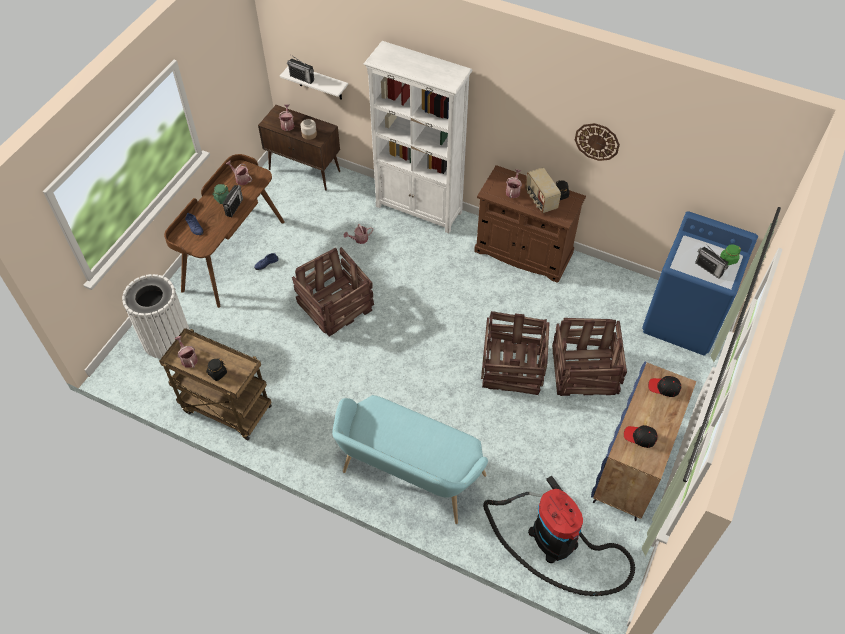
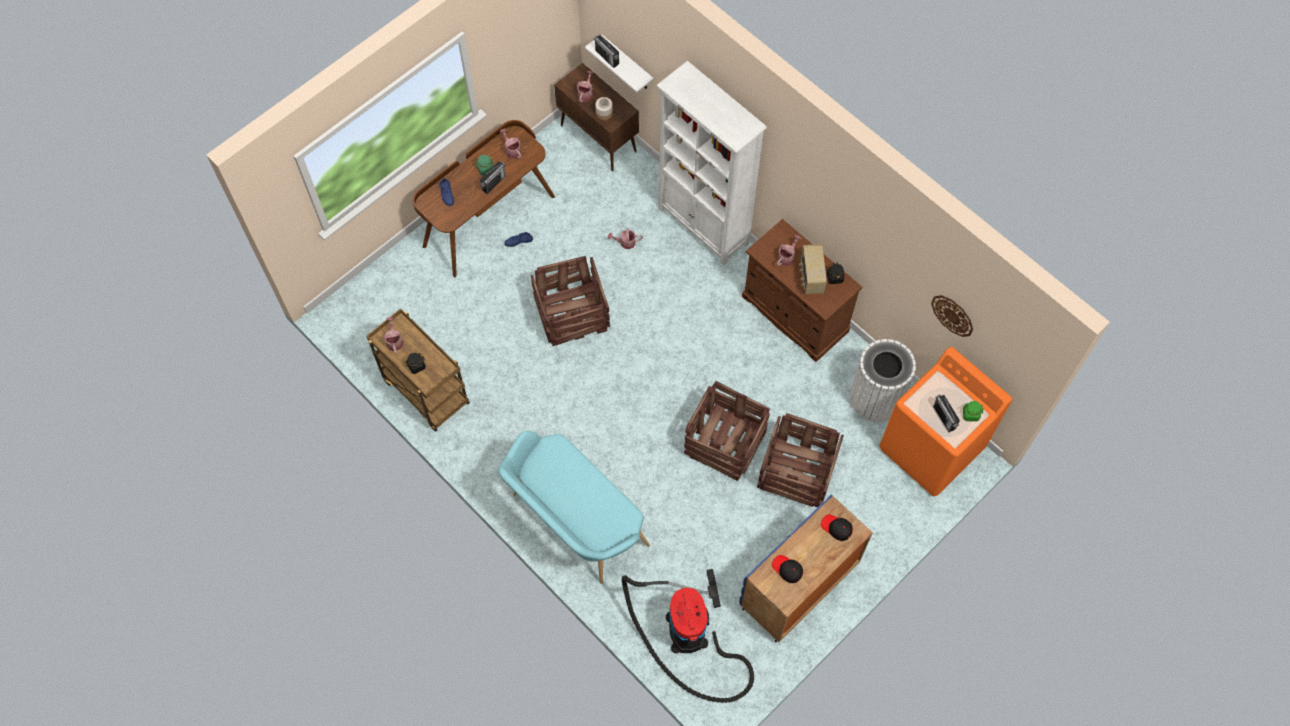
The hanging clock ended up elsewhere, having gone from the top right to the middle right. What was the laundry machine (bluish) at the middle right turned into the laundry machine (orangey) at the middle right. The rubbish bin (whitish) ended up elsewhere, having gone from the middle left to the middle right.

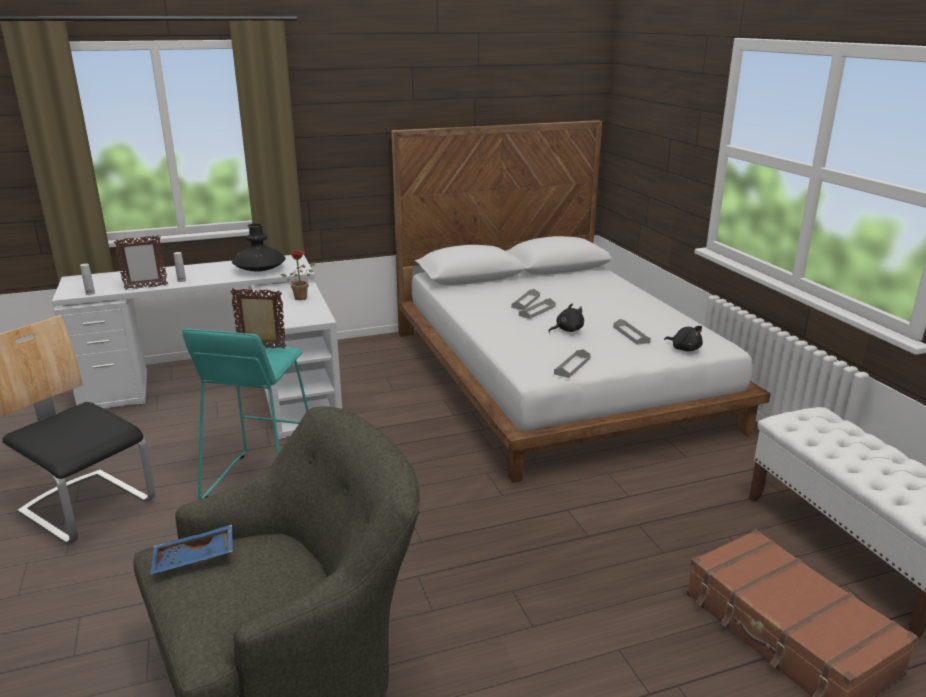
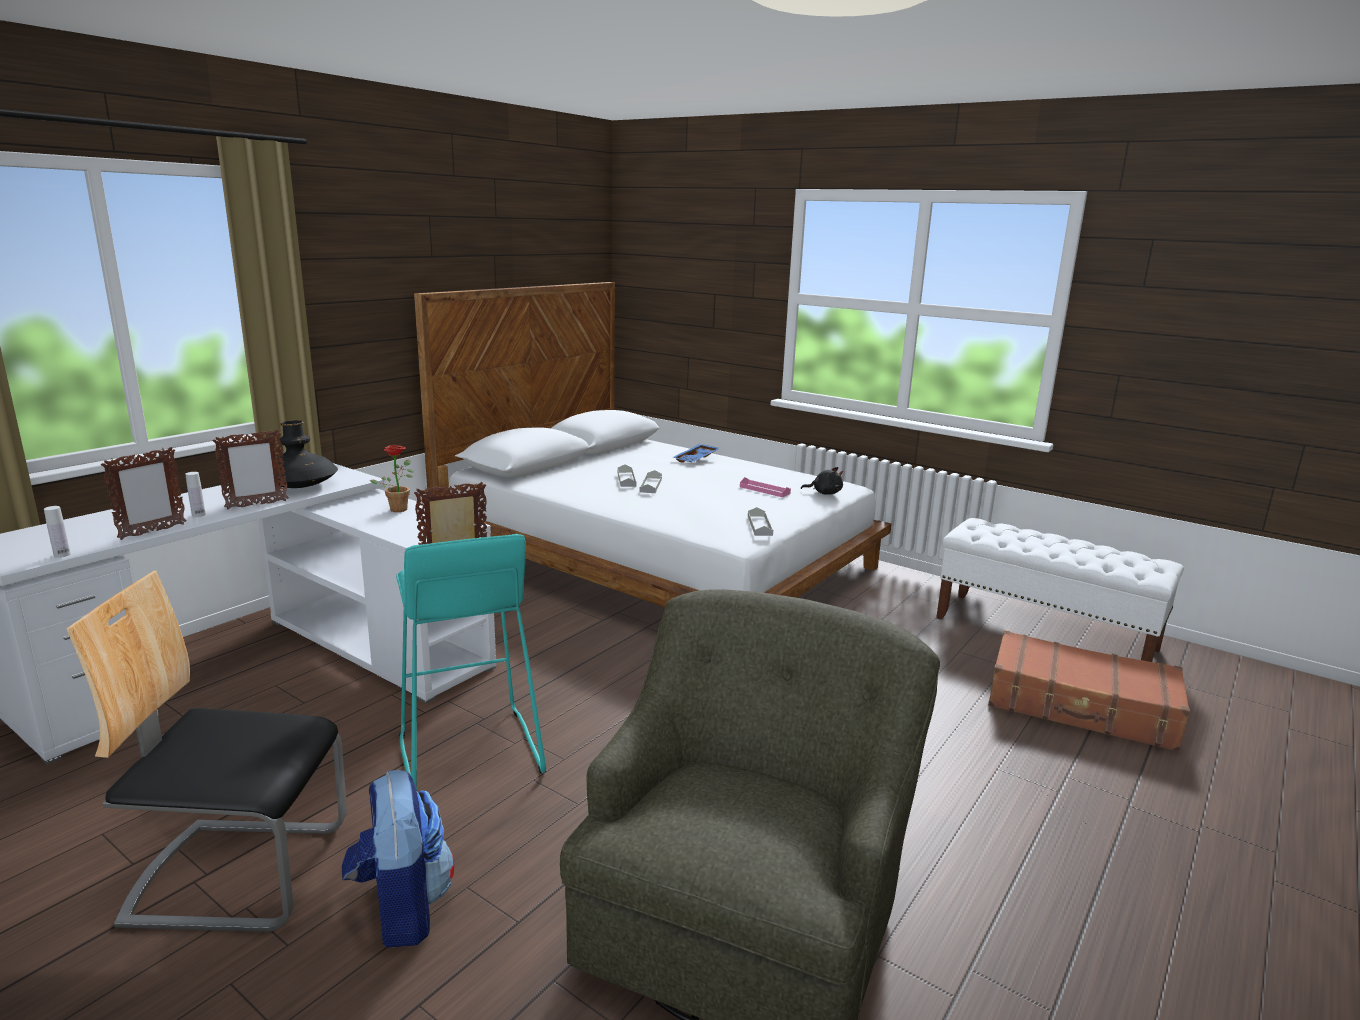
The second view lost the soft toy (blackish) (no. 1 from left) at the centre. What was the carrying tray (grey) (no. 4 from left) at the middle right turned into the carrying tray (pink-coloured) at the centre. The carrying tray (bluish) ended up elsewhere, having gone from the bottom left to the centre. The second view gained the photo frame (no. 2 from left) at the middle left. The second view gained the backpack at the bottom left.

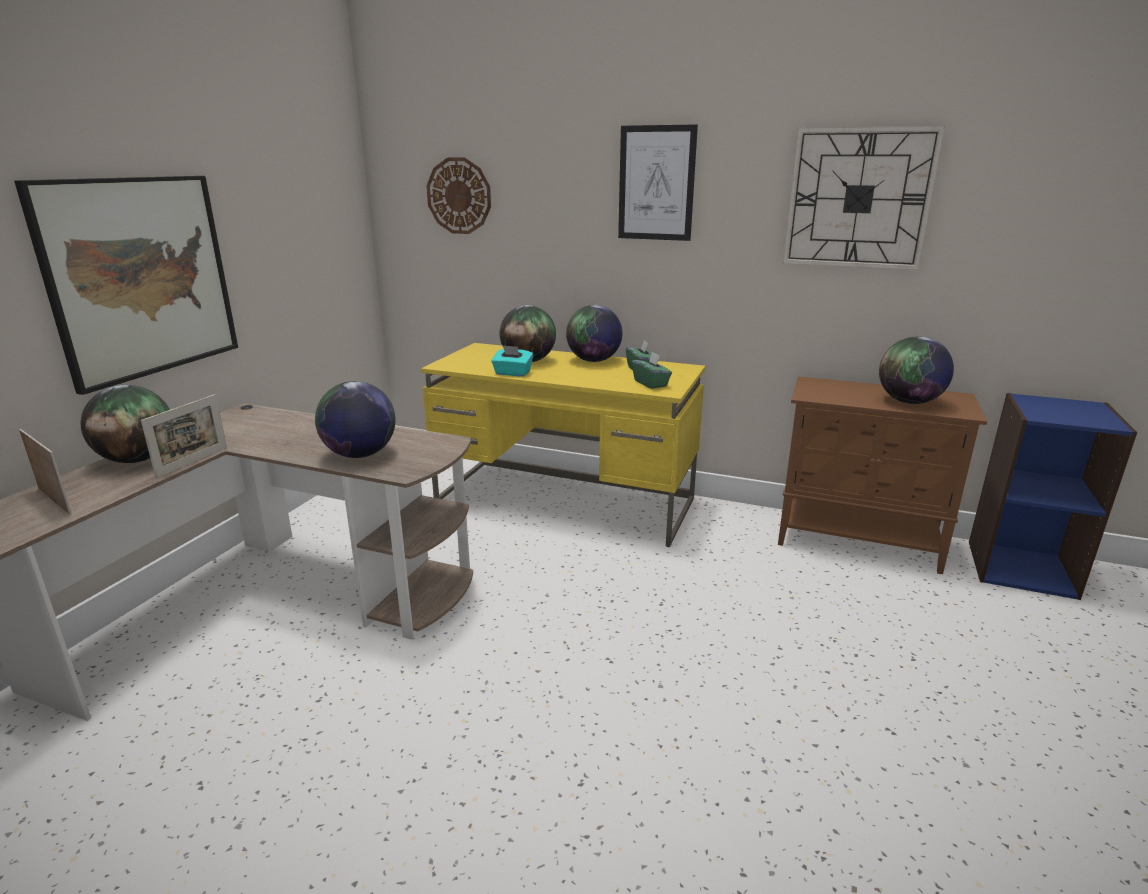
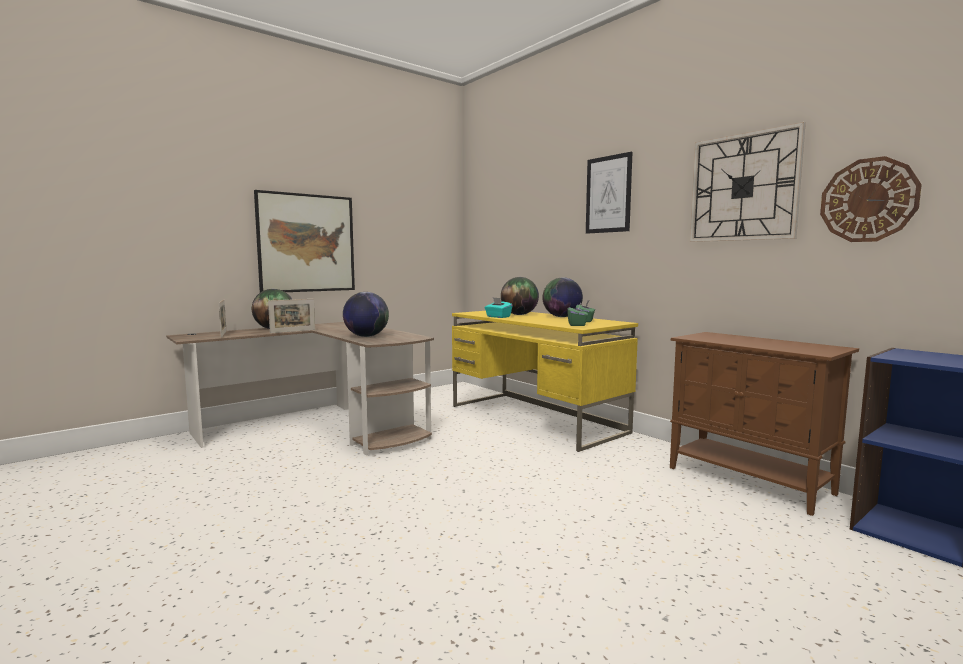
The hanging clock (no. 1 from left in the first image) ended up elsewhere, having gone from the top centre to the top right. The second view lost the world globe (no. 5 from left) at the middle right.

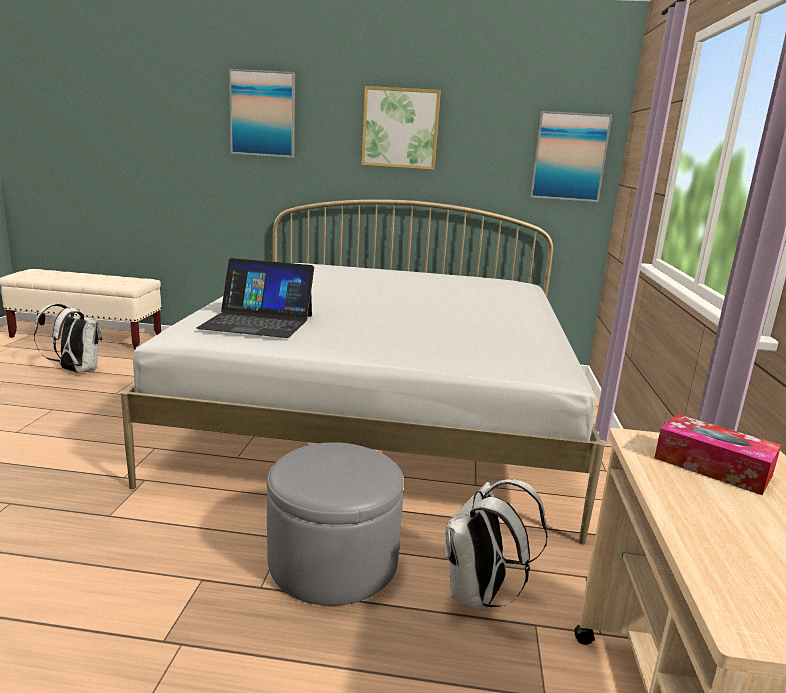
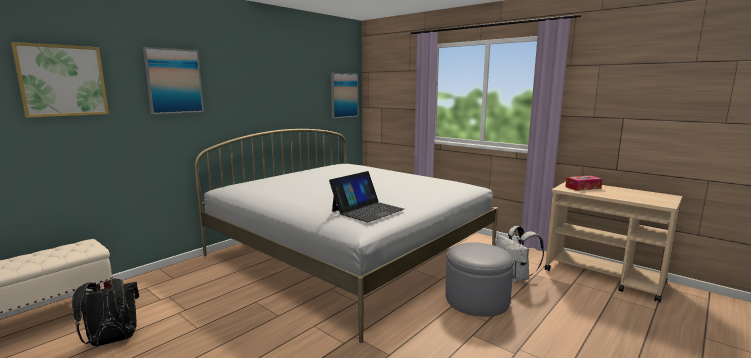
The picture (no. 2 from left in the first image) ended up elsewhere, having gone from the top centre to the top left. What was the backpack (whitish) (no. 1 from left) at the middle left turned into the backpack (blackish) at the bottom left.

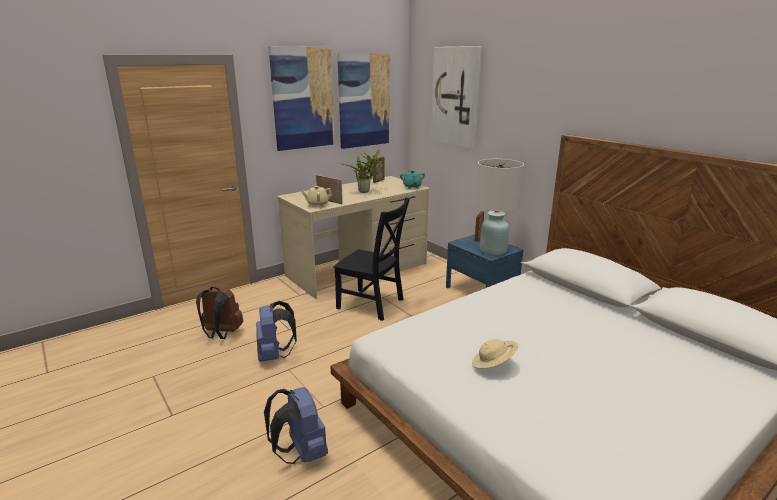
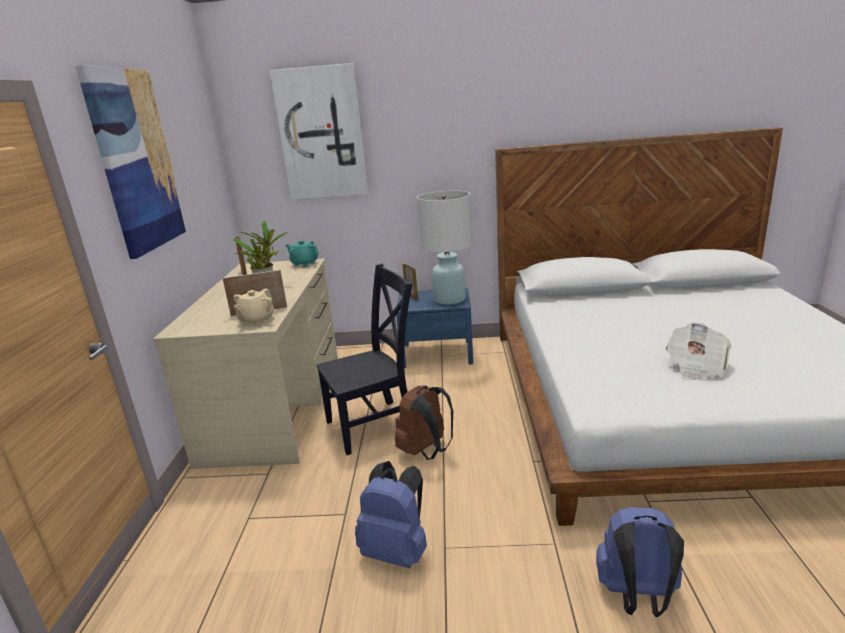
The second view lost the picture (no. 2 from left) at the top centre. The backpack (brown-coloured) ended up elsewhere, having gone from the middle left to the bottom centre. Where the wearable hat (sand-coloured) stood at the bottom centre, the daily paper came to stand at the middle right.

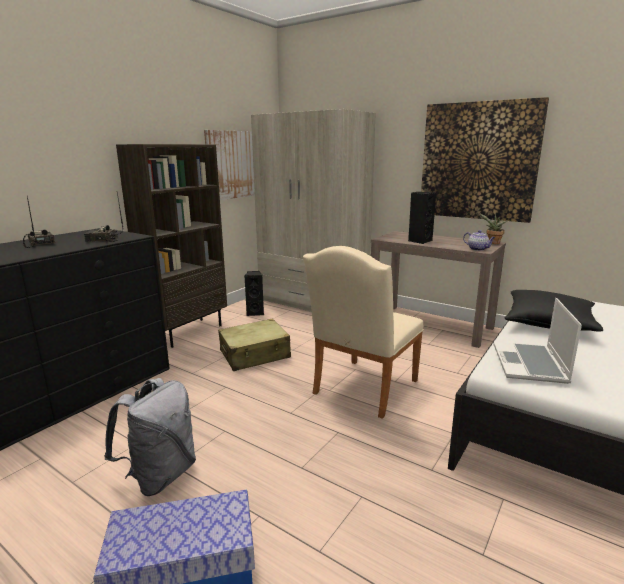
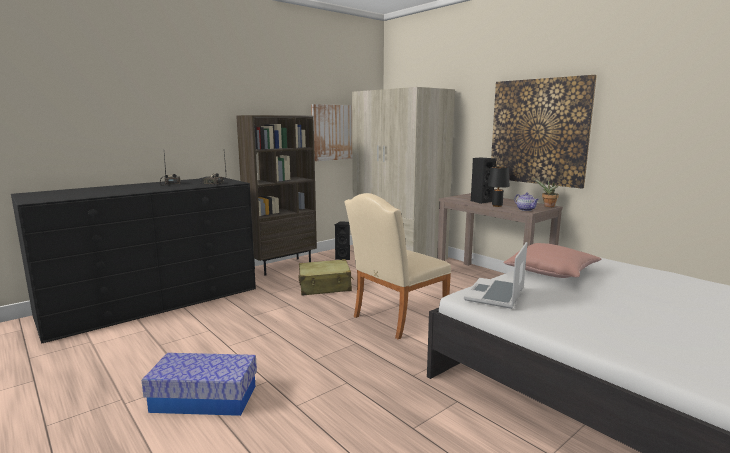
What was the throw pillow (blackish) at the middle right turned into the throw pillow (pink-coloured) at the middle right. The second view lost the backpack (grey) at the bottom left. The second view gained the tabletop lamp (blackish) at the middle right.

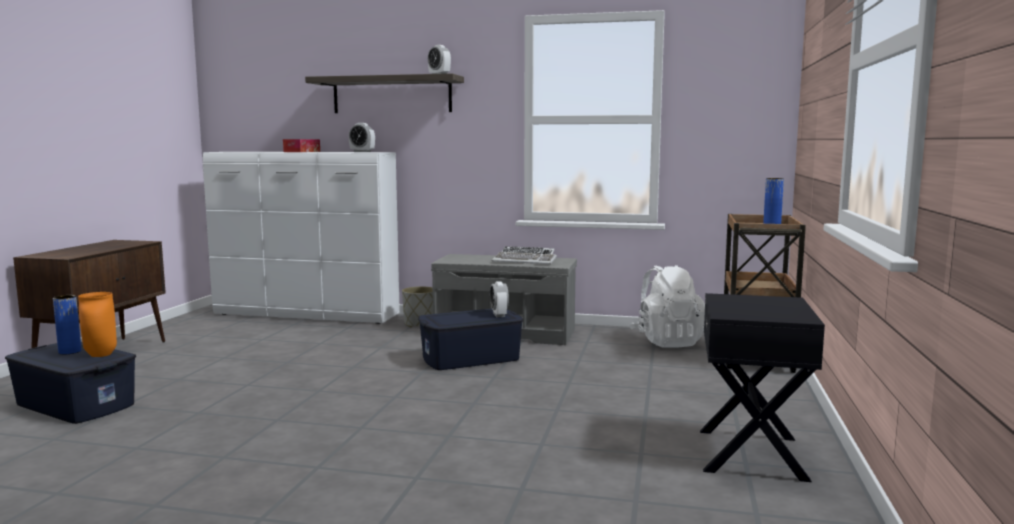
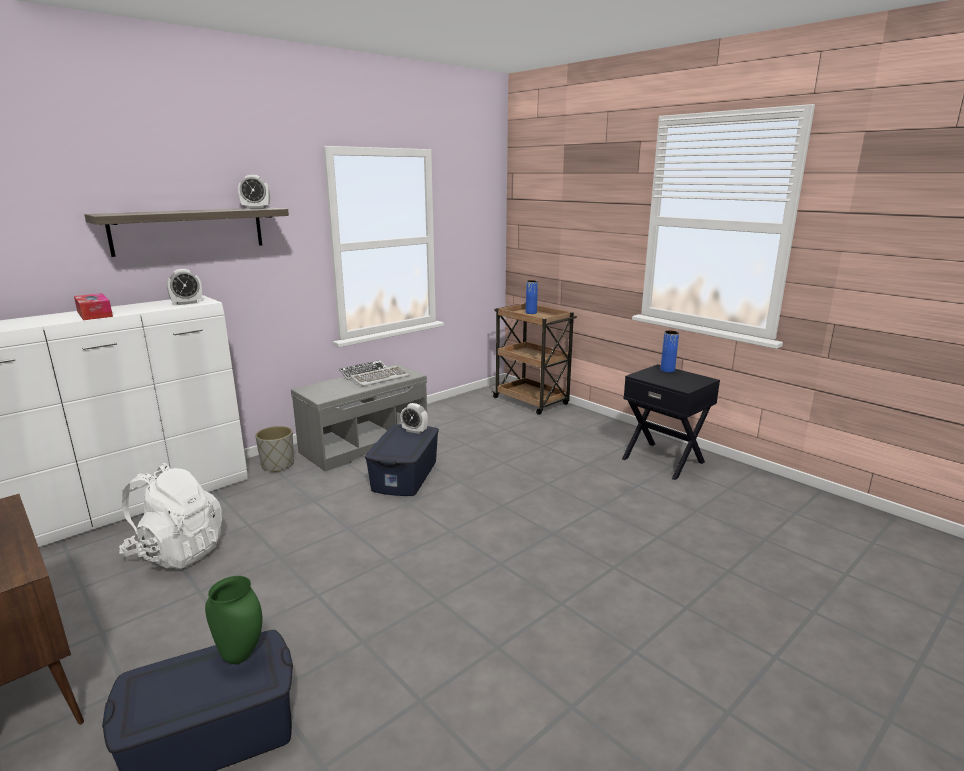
The backpack (whitish) ended up elsewhere, having gone from the centre to the bottom left. What was the decorative vase (orangey) at the middle left turned into the decorative vase (green) at the bottom left. The decorative vase (bluish) (no. 1 from left in the first image) ended up elsewhere, having gone from the middle left to the middle right.

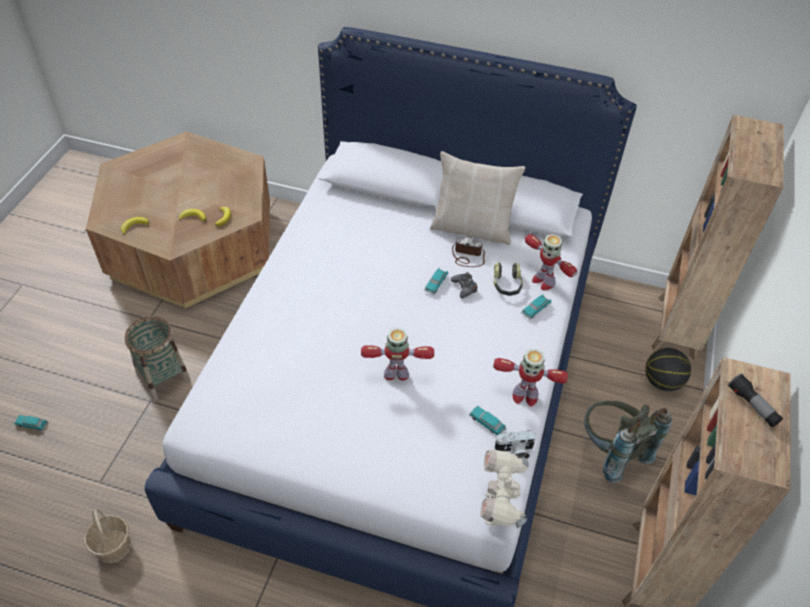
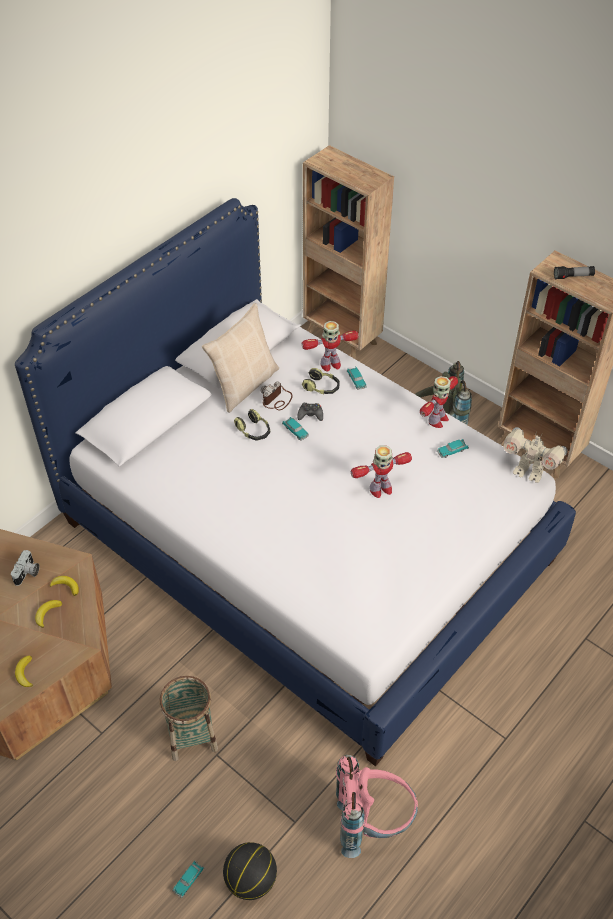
The model robot (no. 1 from left in the first image) at the centre ended up facing another way, 135 degrees counterclockwise from before. The basketball ball ended up elsewhere, having gone from the middle right to the bottom centre. The photo camera (no. 2 from left in the first image) ended up elsewhere, having gone from the bottom centre to the middle left. Where the basket (no. 1 from left) stood at the bottom left, the backpack (pink-coloured) came to stand at the bottom centre. The second view gained the headset (no. 1 from left) at the centre.

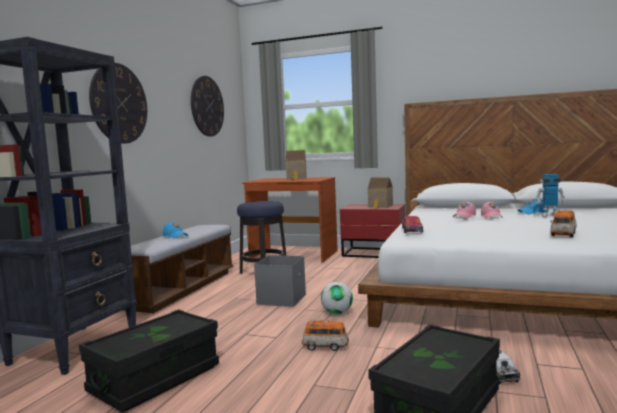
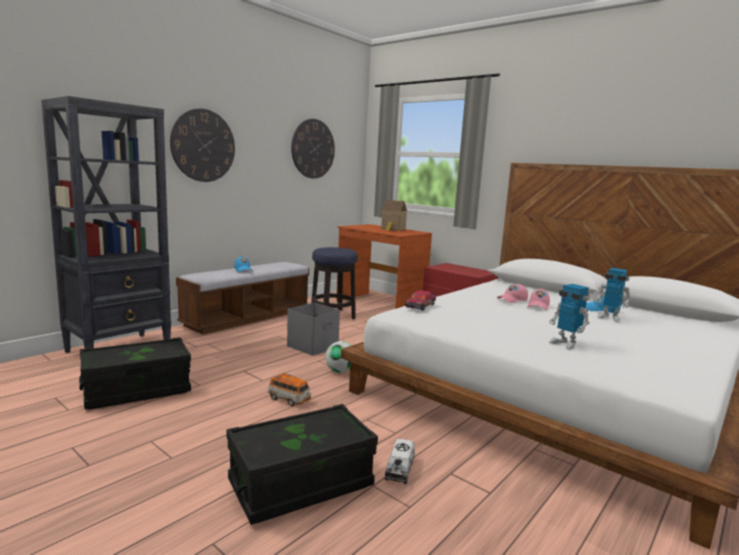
The second view lost the toy house (no. 2 from left) at the centre. Where the toy car (no. 3 from left) stood at the middle right, the model robot (no. 1 from left) came to stand at the middle right.

